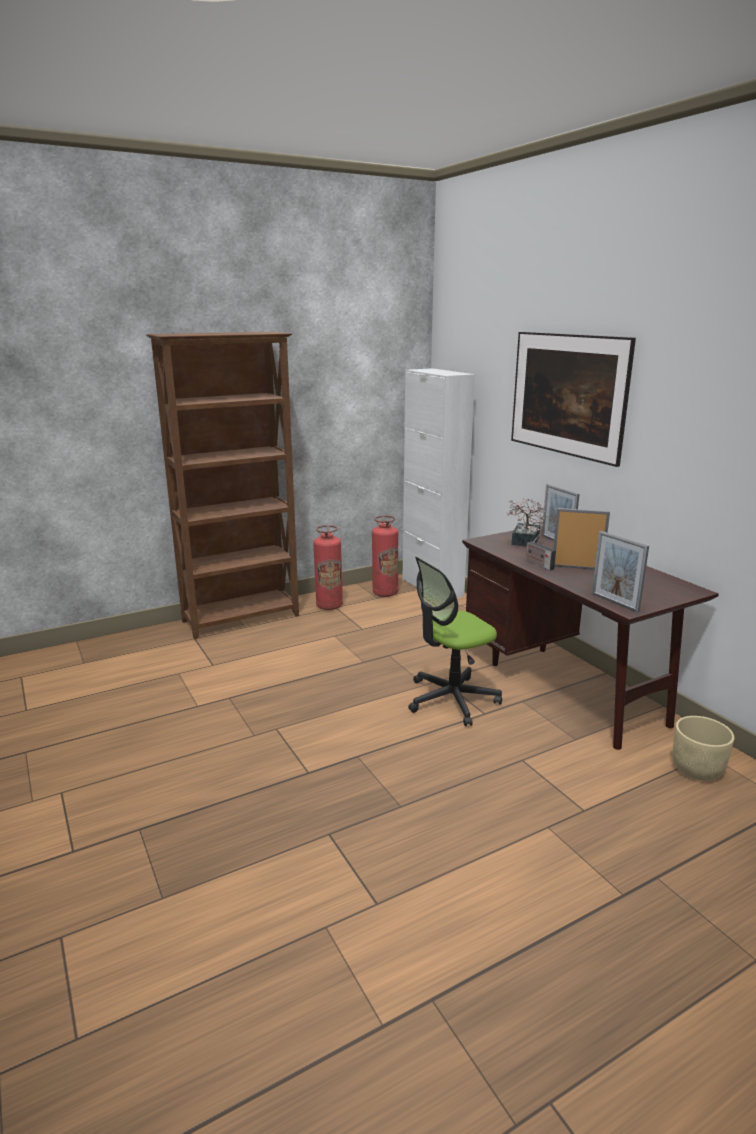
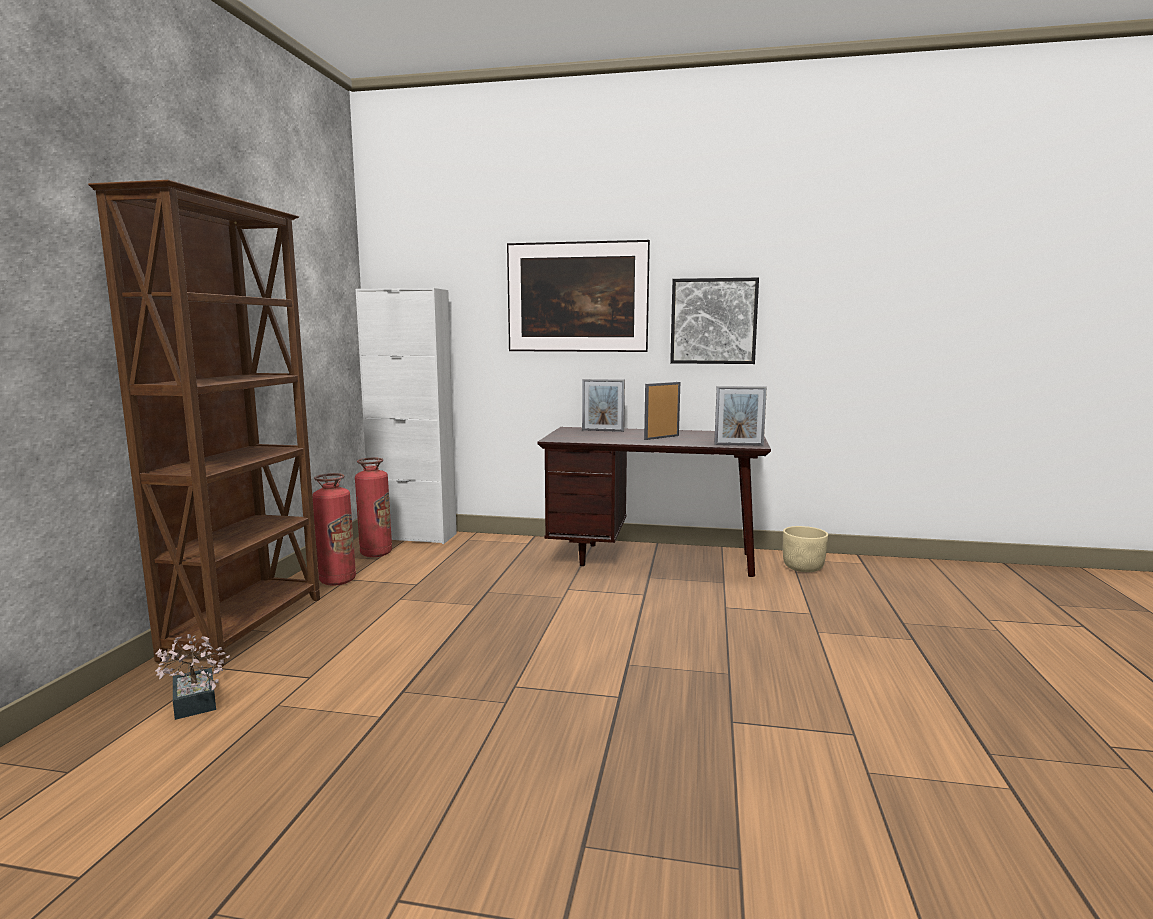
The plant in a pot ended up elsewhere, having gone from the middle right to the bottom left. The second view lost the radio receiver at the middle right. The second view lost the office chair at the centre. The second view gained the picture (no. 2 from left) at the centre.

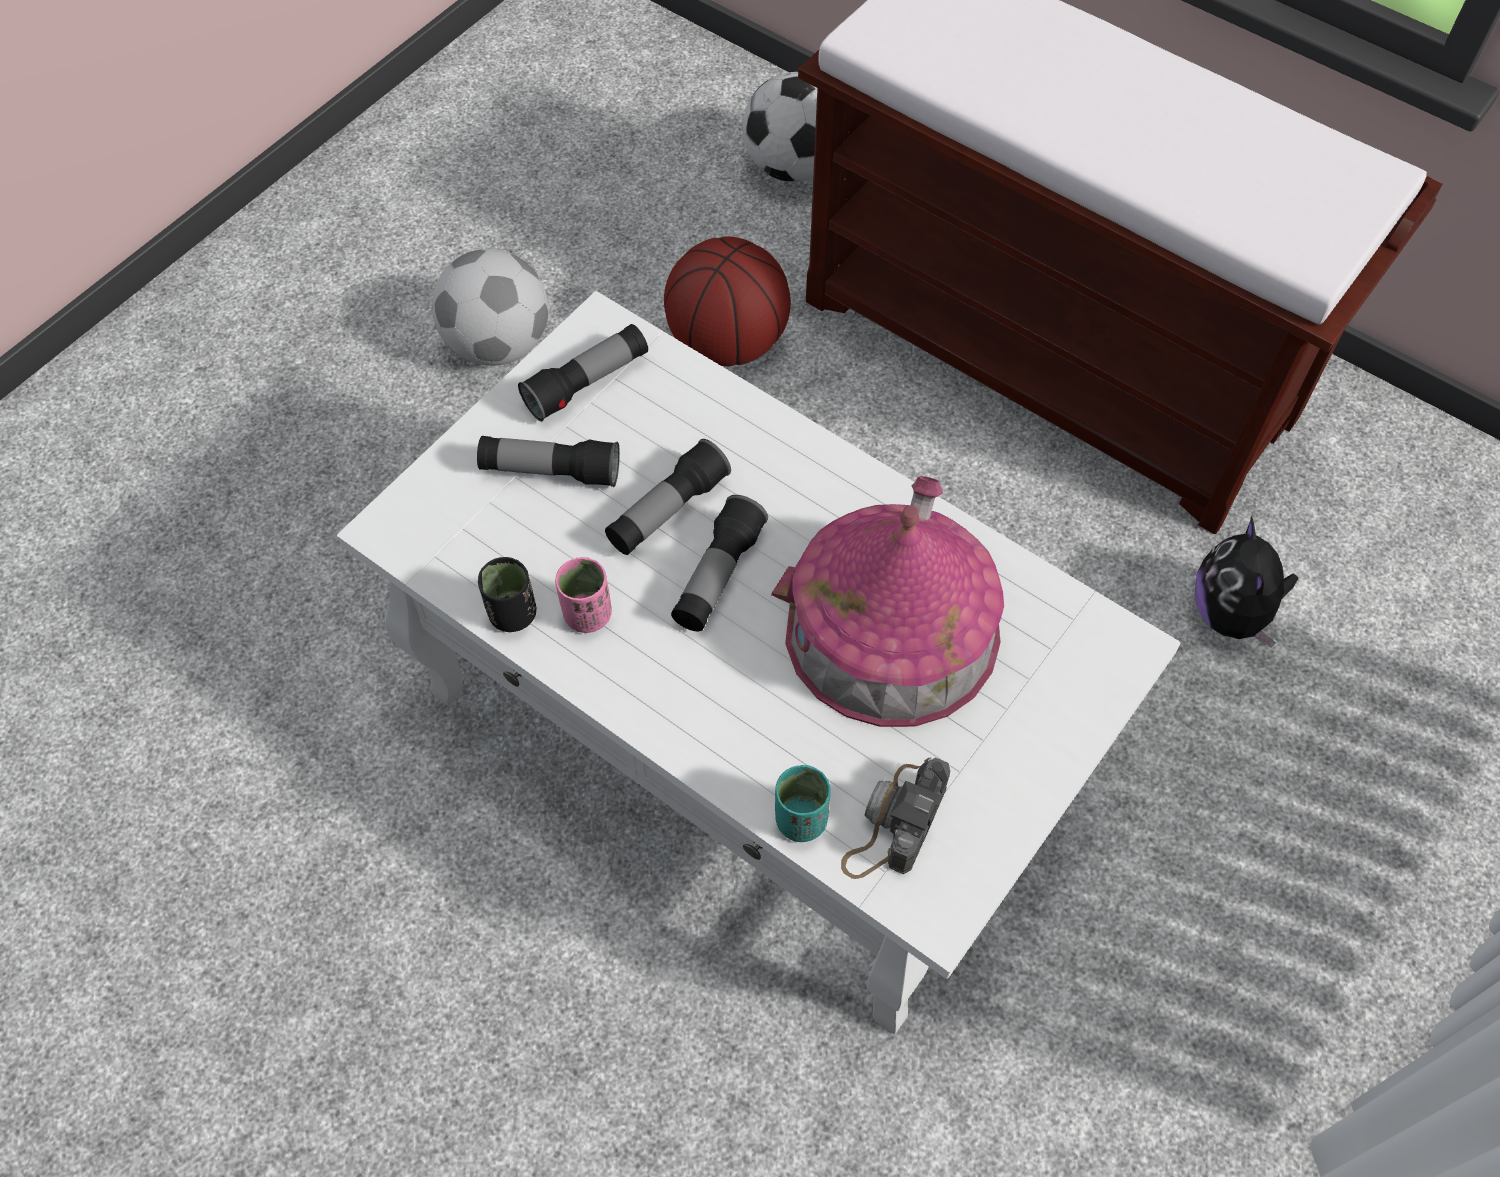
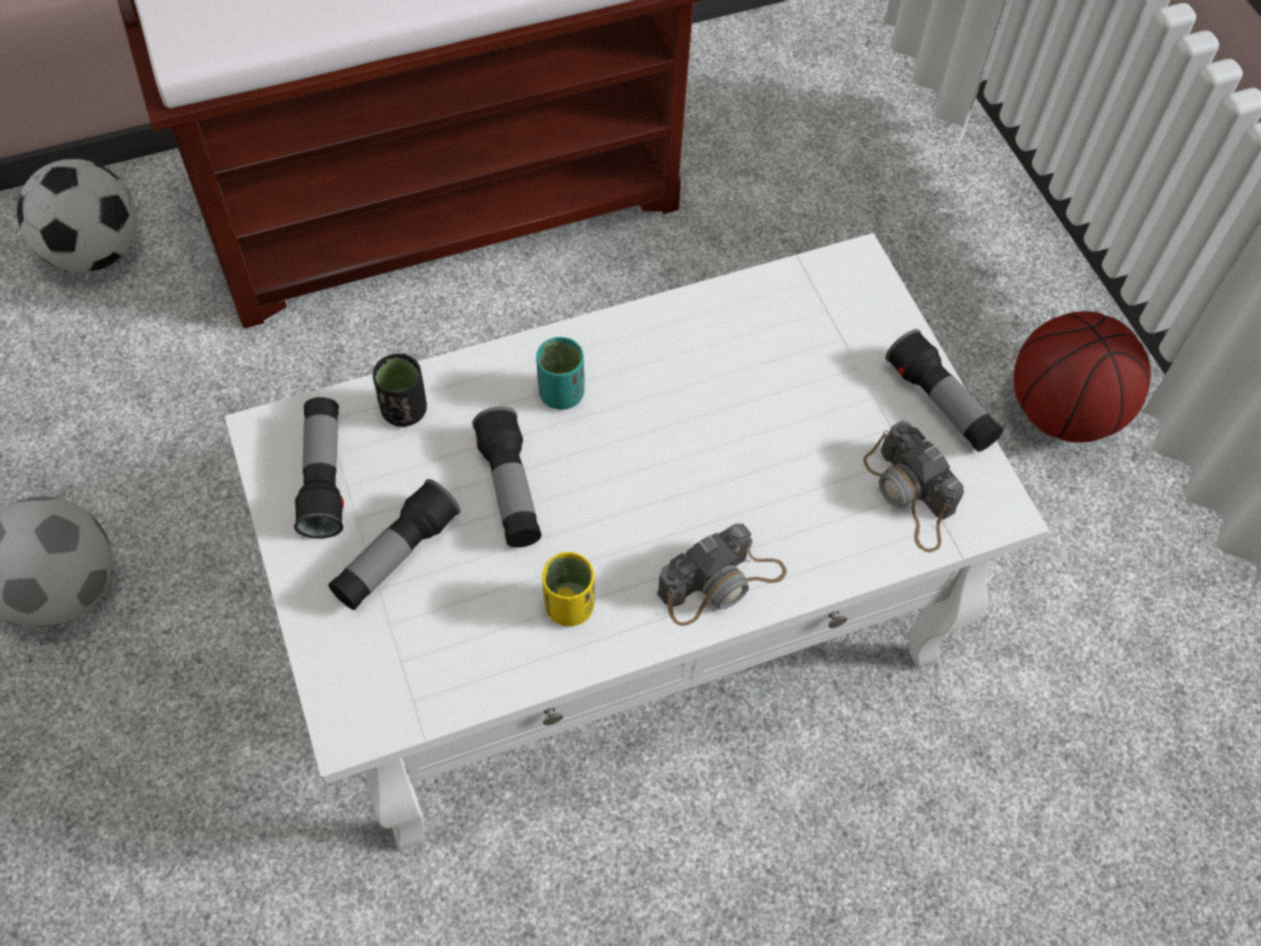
The basketball ball ended up elsewhere, having gone from the top centre to the middle right. The second view lost the toy house at the centre. The flashlight (no. 4 from left) ended up elsewhere, having gone from the centre to the middle right. The second view lost the soft toy at the middle right. The small cup (blackish) ended up elsewhere, having gone from the centre to the middle left. What was the small cup (pink-coloured) at the centre turned into the small cup (yellowish) at the centre. The small cup (blue-green) ended up elsewhere, having gone from the bottom centre to the centre. The second view gained the photo camera (no. 1 from left) at the centre.

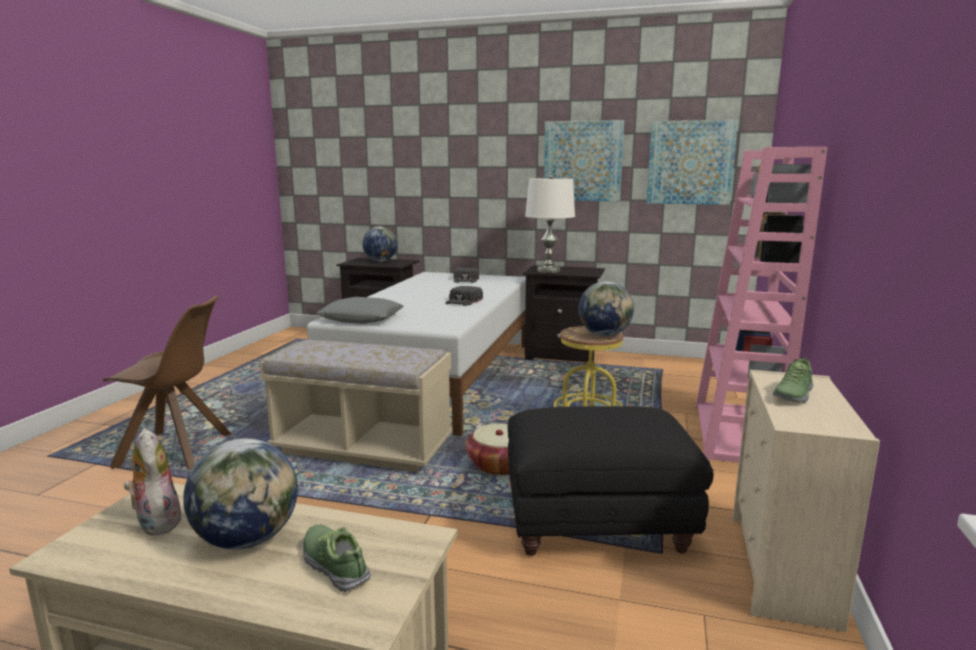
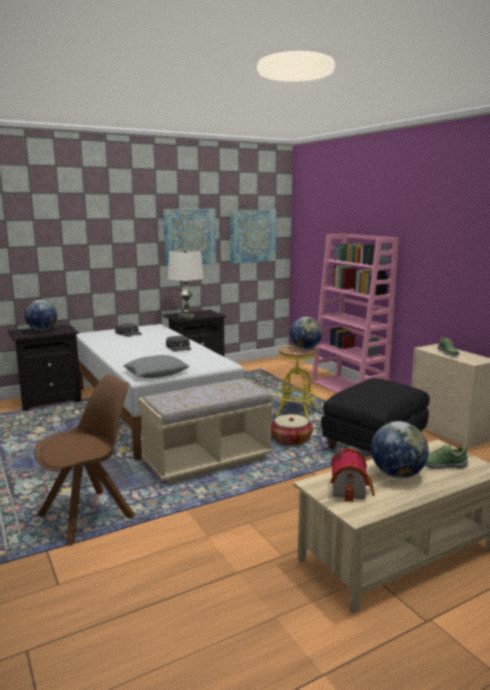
Where the soft toy stood at the bottom left, the toy house came to stand at the bottom right.

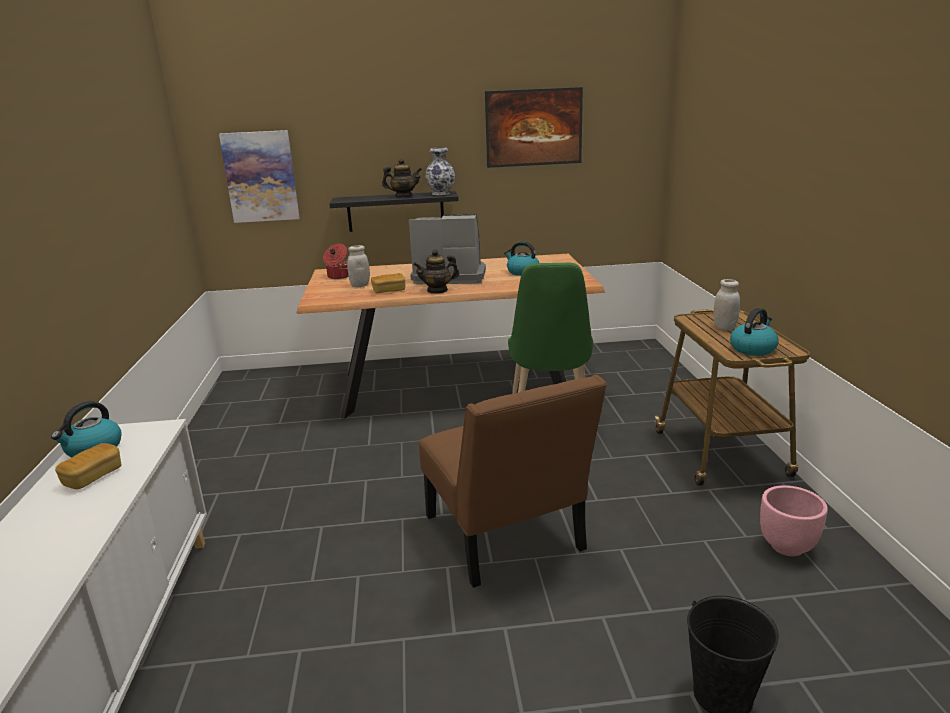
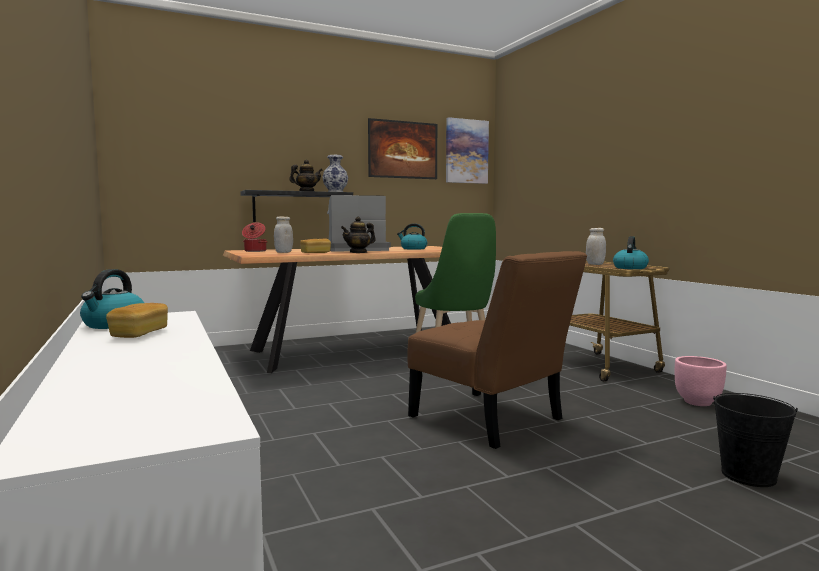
The picture (no. 1 from left in the first image) ended up elsewhere, having gone from the top left to the top centre.

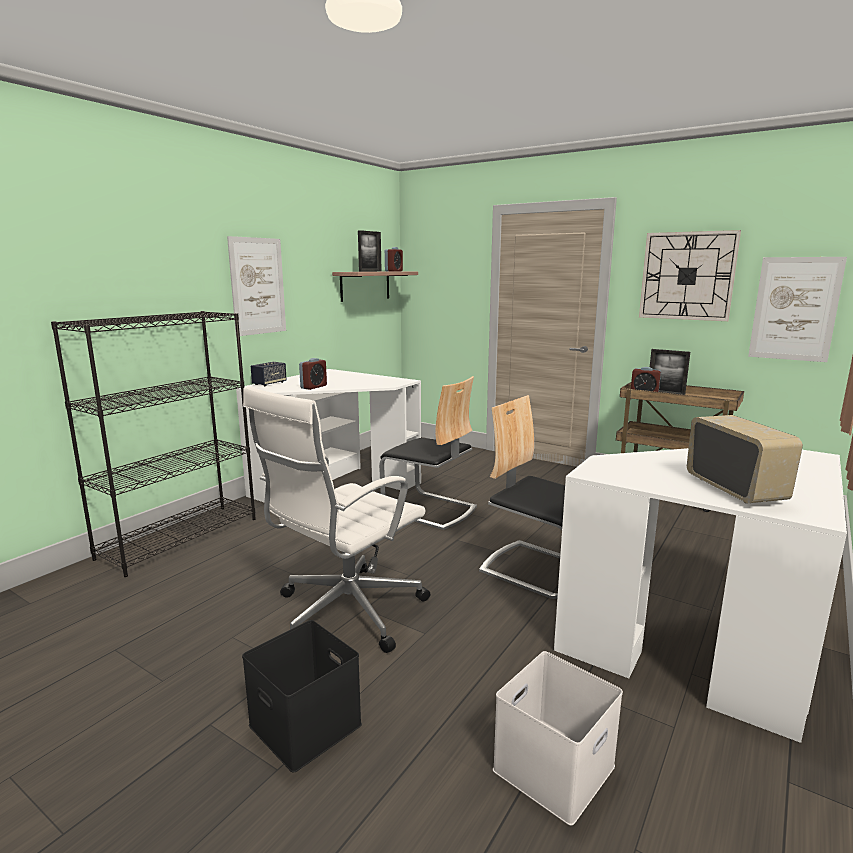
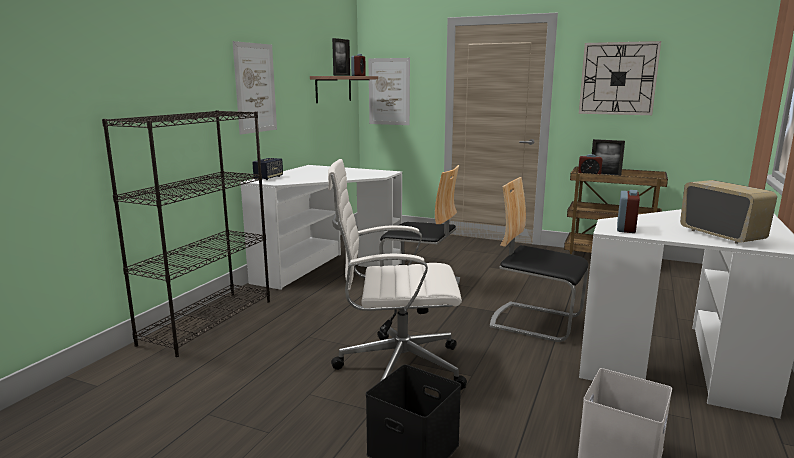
The picture (no. 2 from left) ended up elsewhere, having gone from the middle right to the top centre. The alarm clock (no. 1 from left in the first image) ended up elsewhere, having gone from the centre to the middle right. The office chair (whitish) at the centre ended up facing another way, 60 degrees clockwise from before.

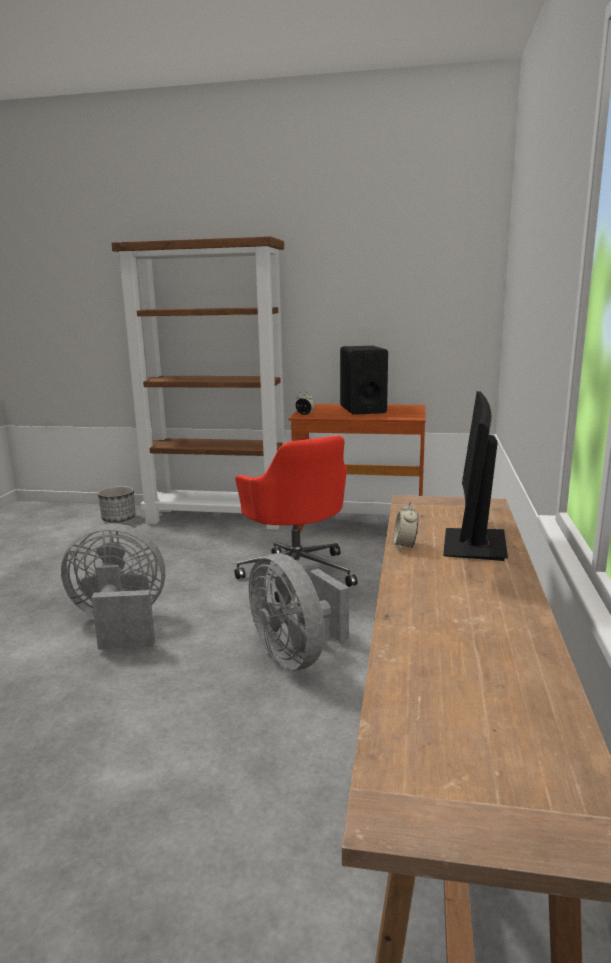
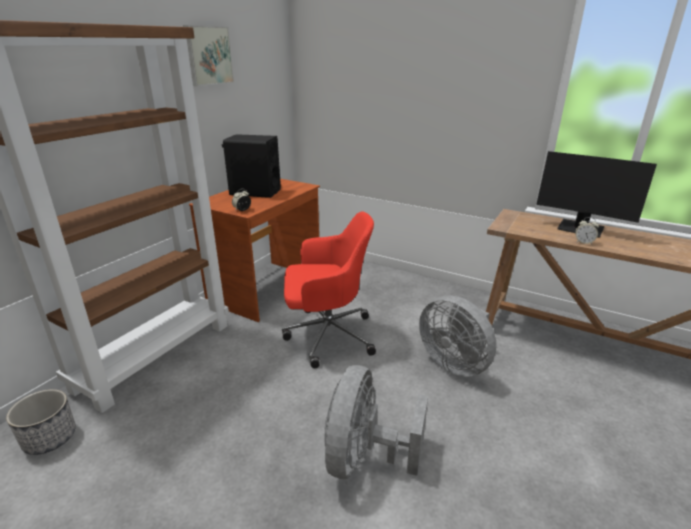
The electric fan (grey) (no. 2 from left) at the centre ended up facing another way, 60 degrees clockwise from before. The second view gained the picture at the top left.

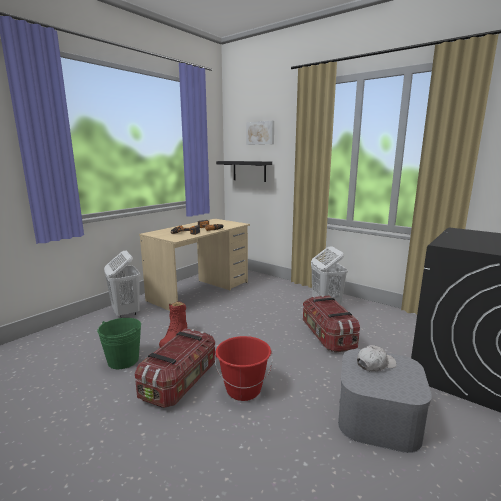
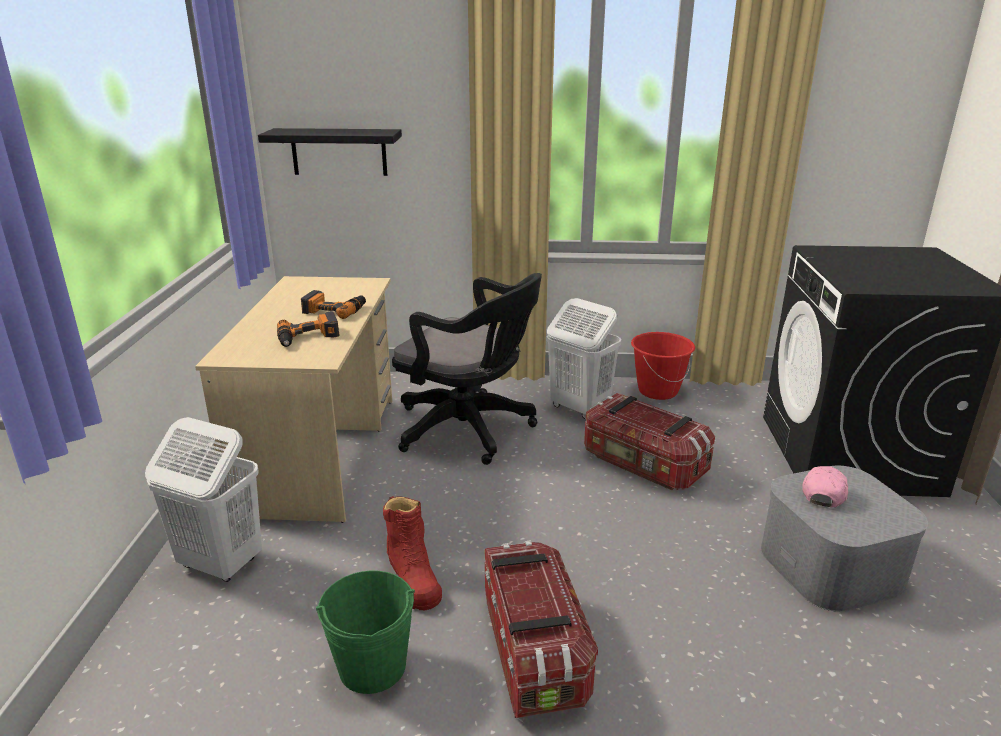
The second view lost the picture at the top centre. The bucket (red-coloured) ended up elsewhere, having gone from the bottom centre to the centre. What was the peaked cap (whitish) at the bottom right turned into the peaked cap (pink-coloured) at the middle right. The second view gained the office chair (blackish) at the centre.

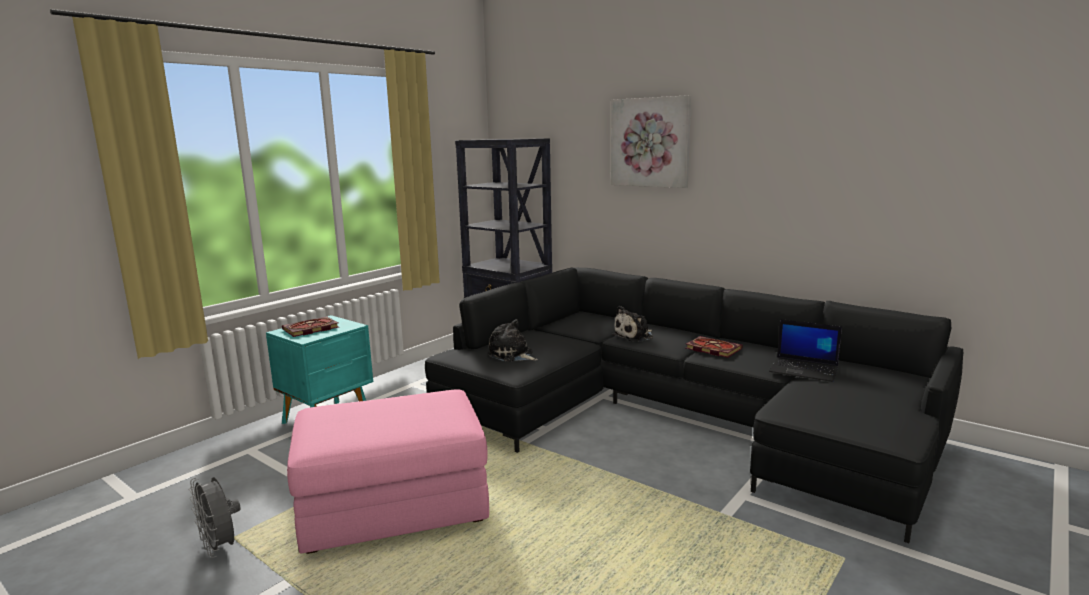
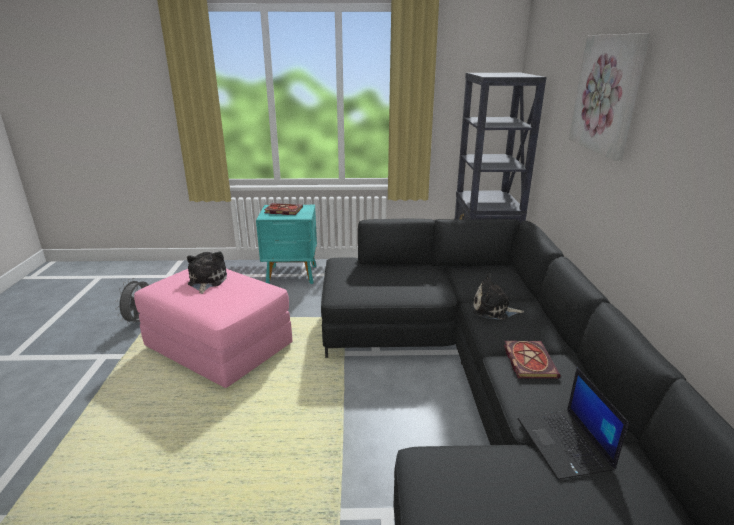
The soft toy (no. 1 from left) ended up elsewhere, having gone from the centre to the middle left.

